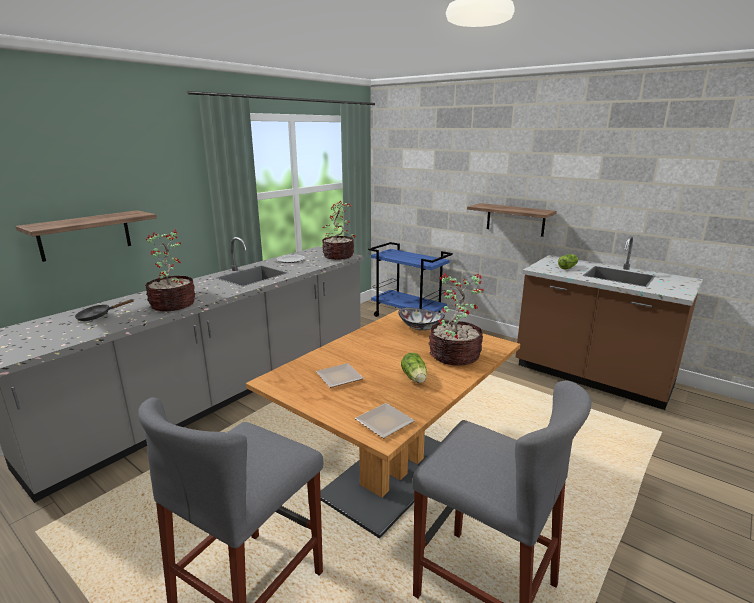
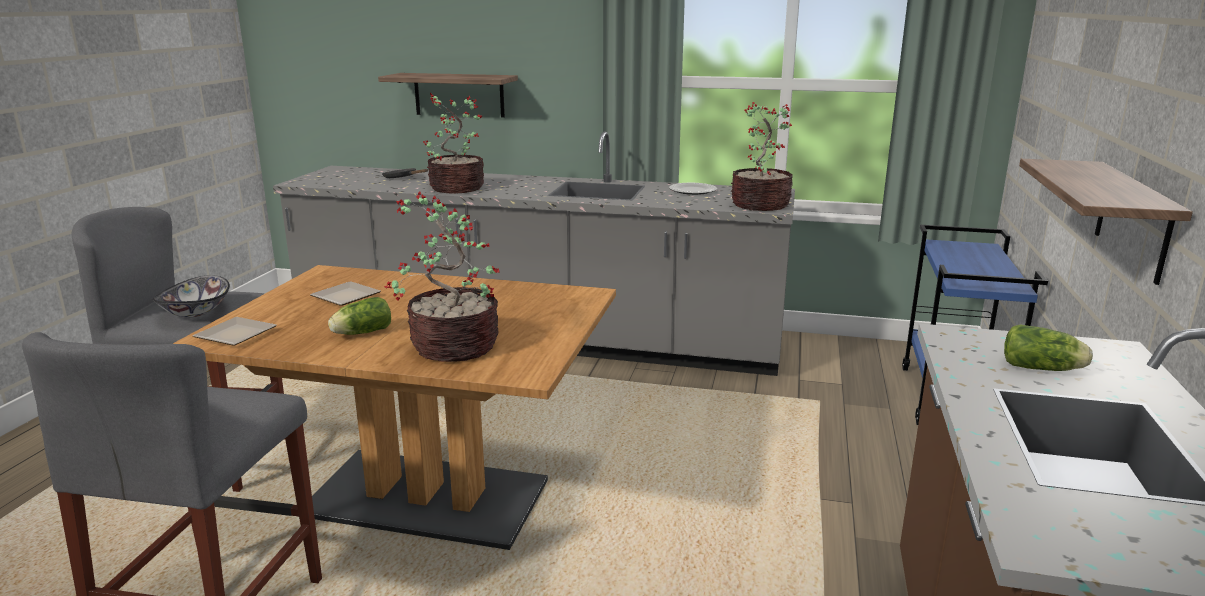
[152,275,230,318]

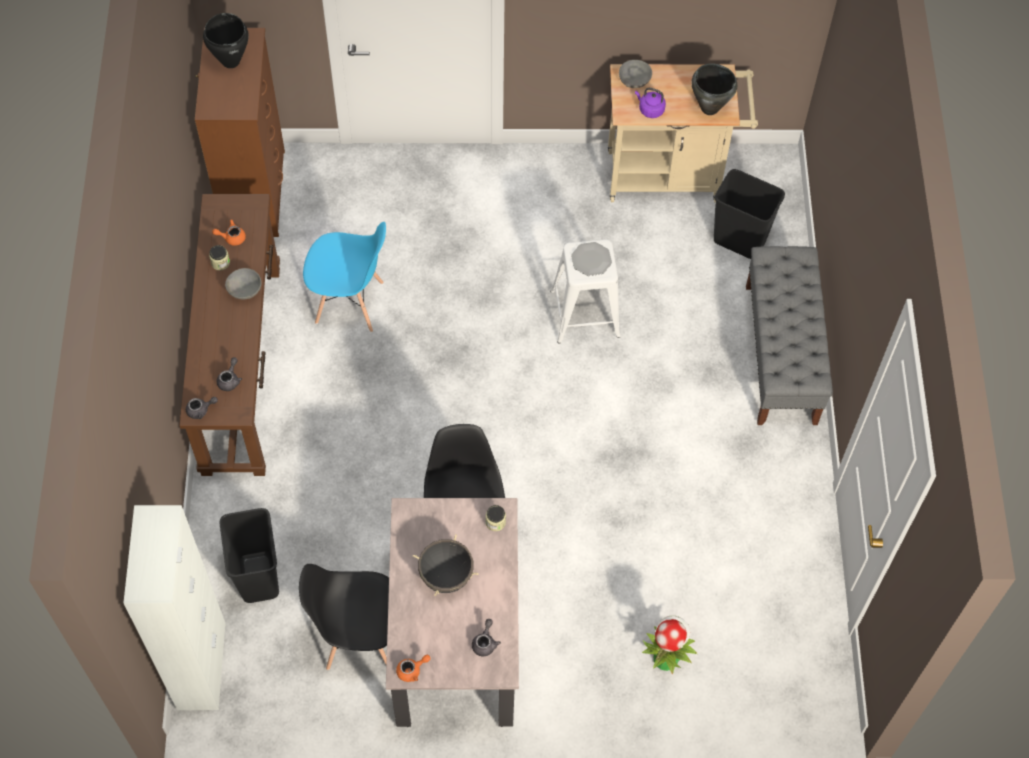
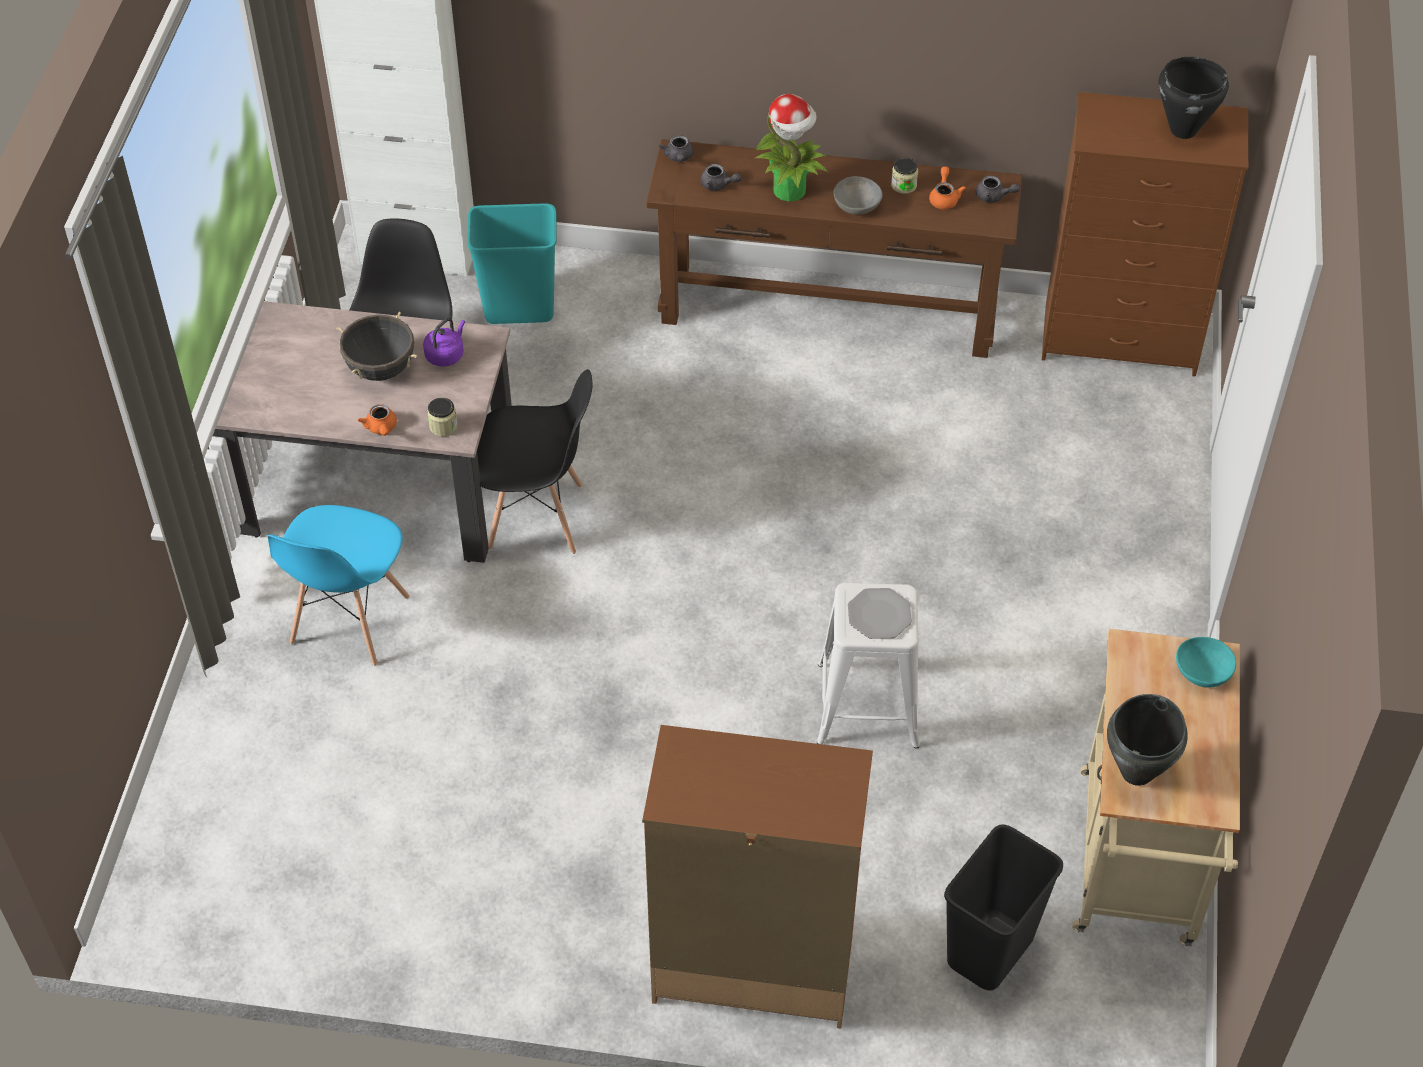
[268,505,410,666]
[358,404,397,436]
[423,318,465,367]
[467,203,557,324]
[642,725,873,1028]
[755,94,827,202]
[976,176,1020,203]
[1176,637,1236,688]

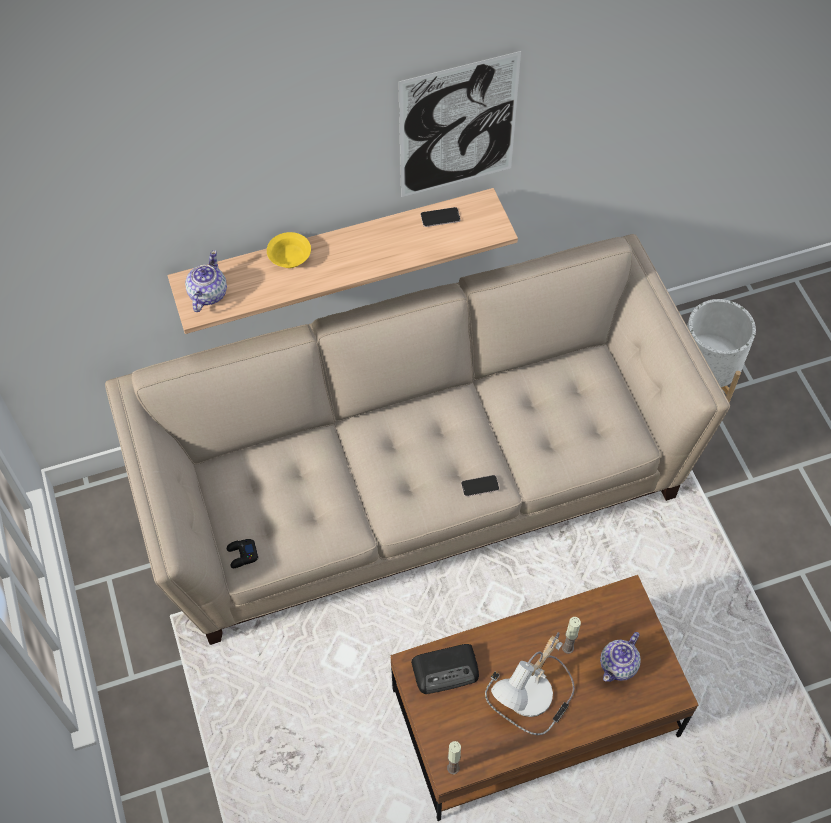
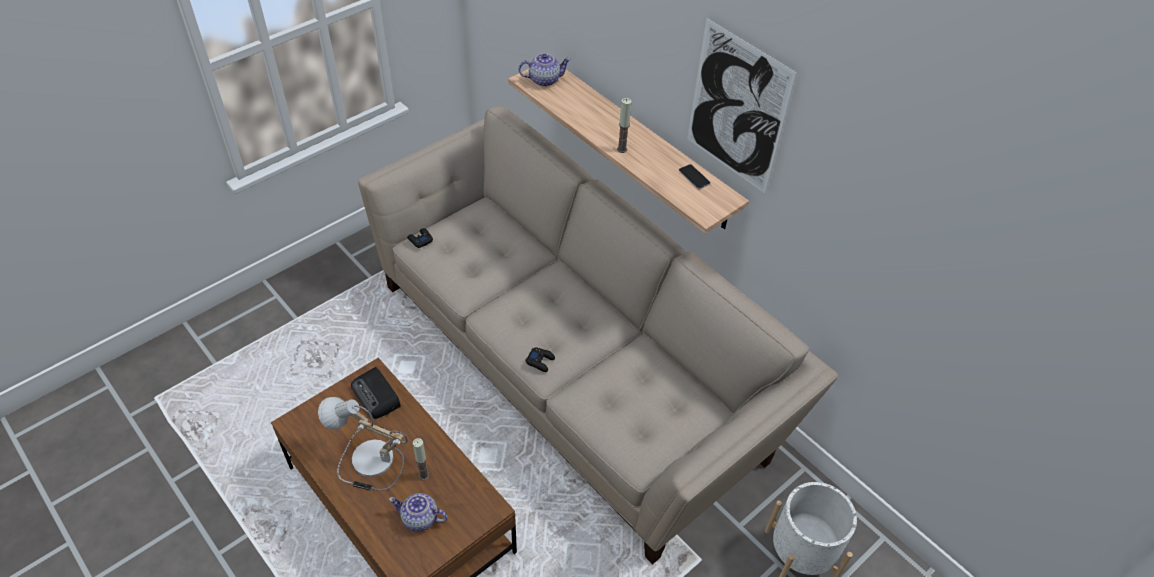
[526,348,555,372]
[617,98,632,153]
[267,232,311,268] (first image)

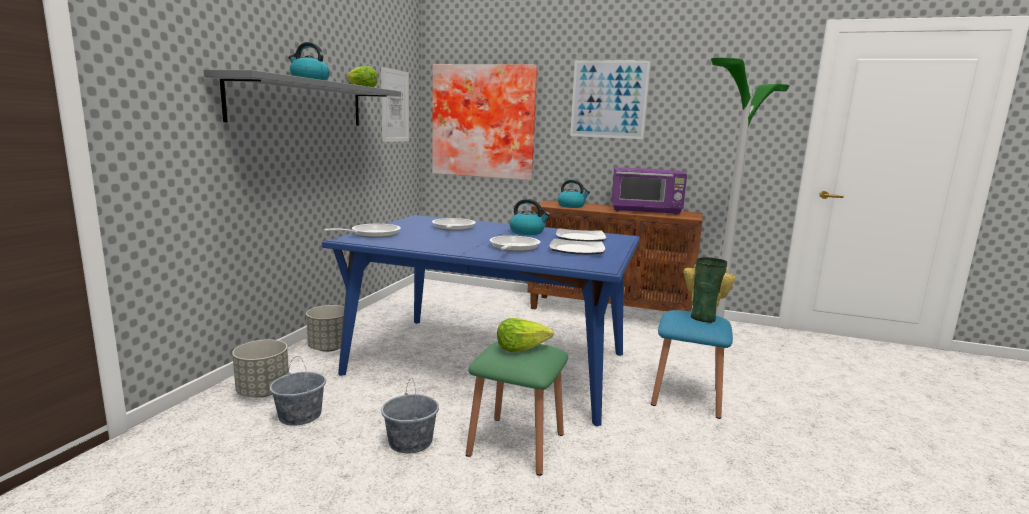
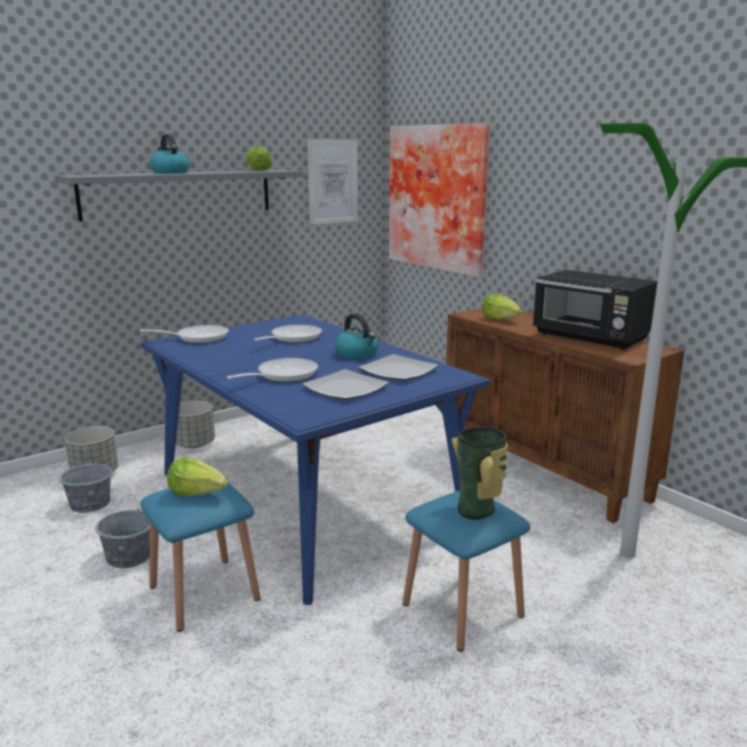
[140,483,261,632]
[482,294,522,319]
[533,270,658,350]
[570,60,651,139] (first image)

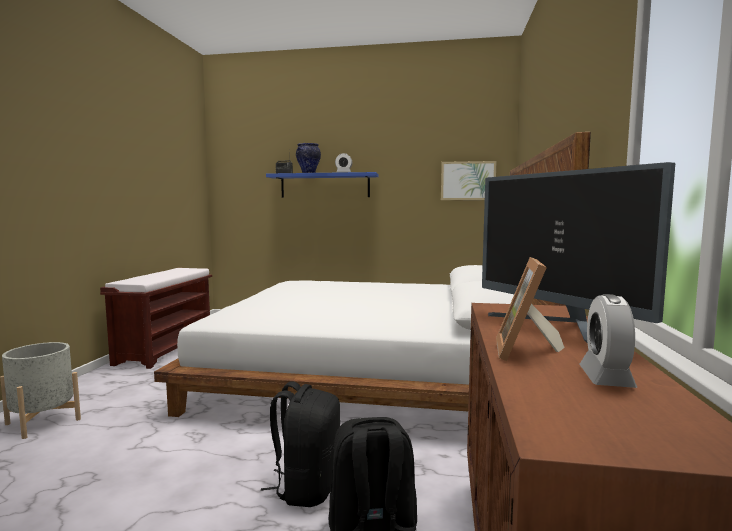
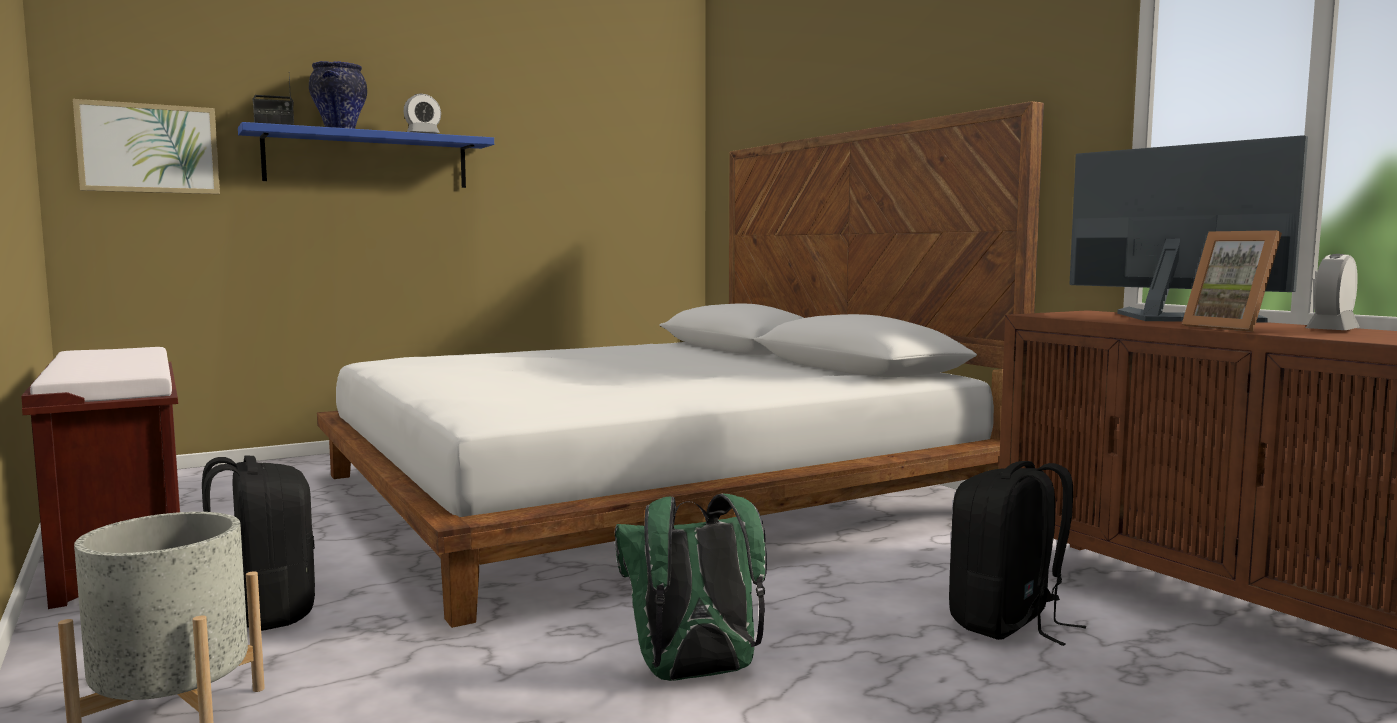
[73,99,220,194]
[202,455,315,631]
[615,493,767,681]
[1069,135,1308,323]
[1306,254,1359,330]

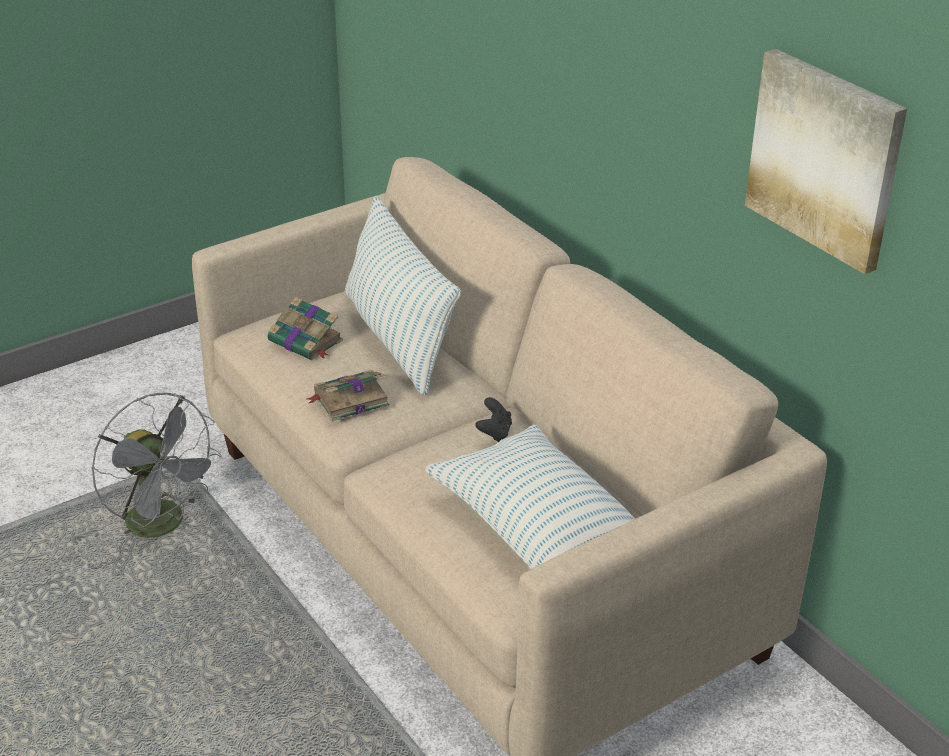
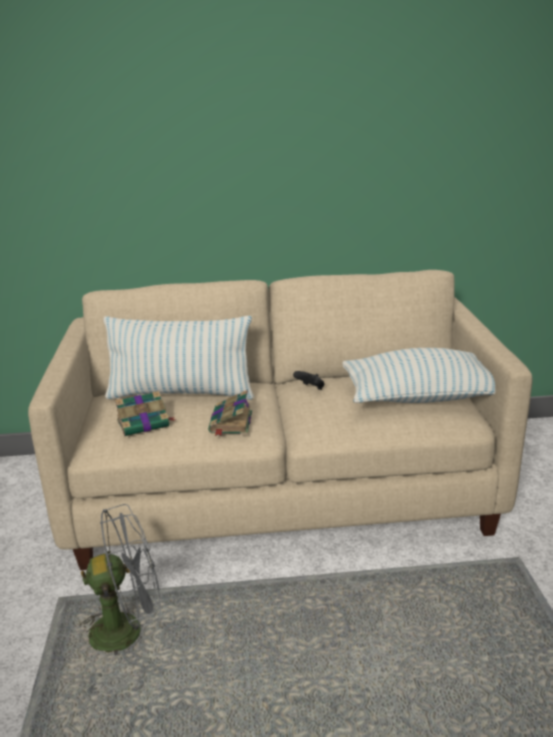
[745,49,907,274] (first image)

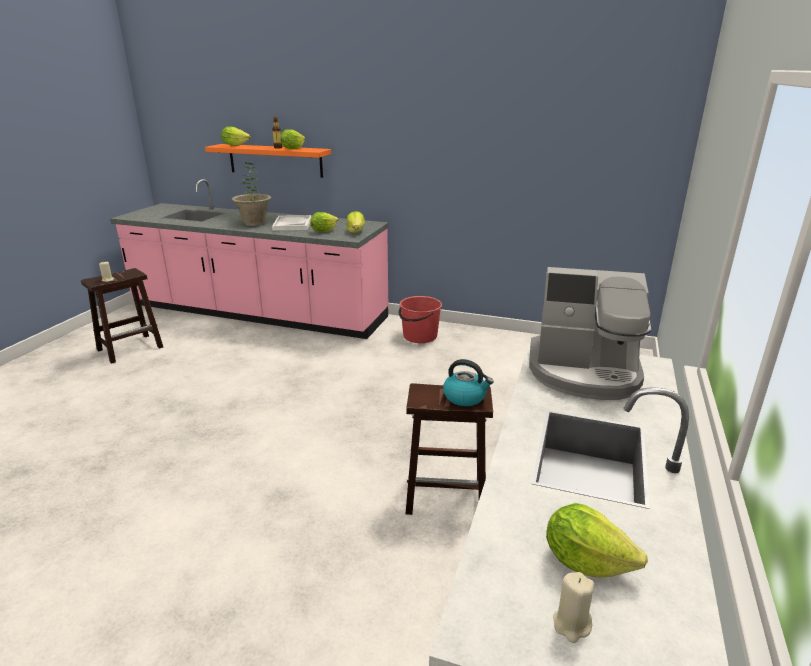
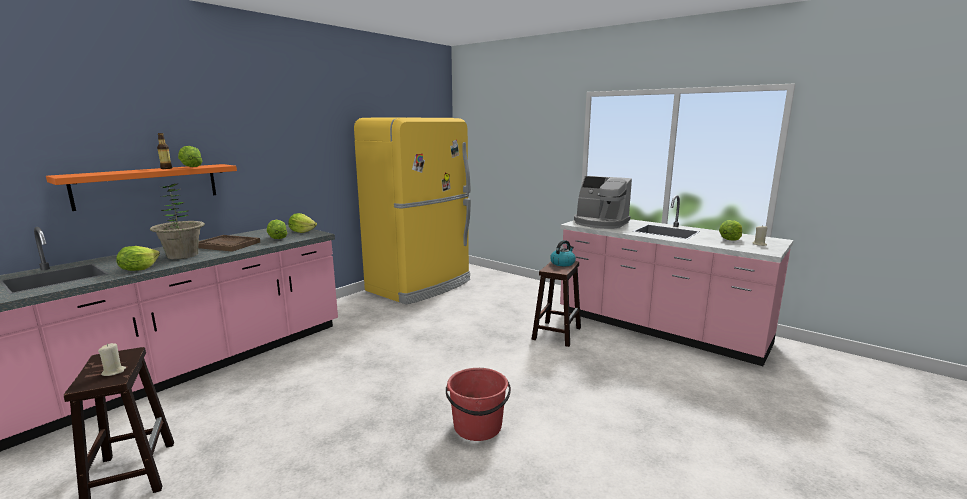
[116,246,160,271]
[198,235,260,251]
[354,117,471,305]
[446,368,511,441]
[574,176,632,229]

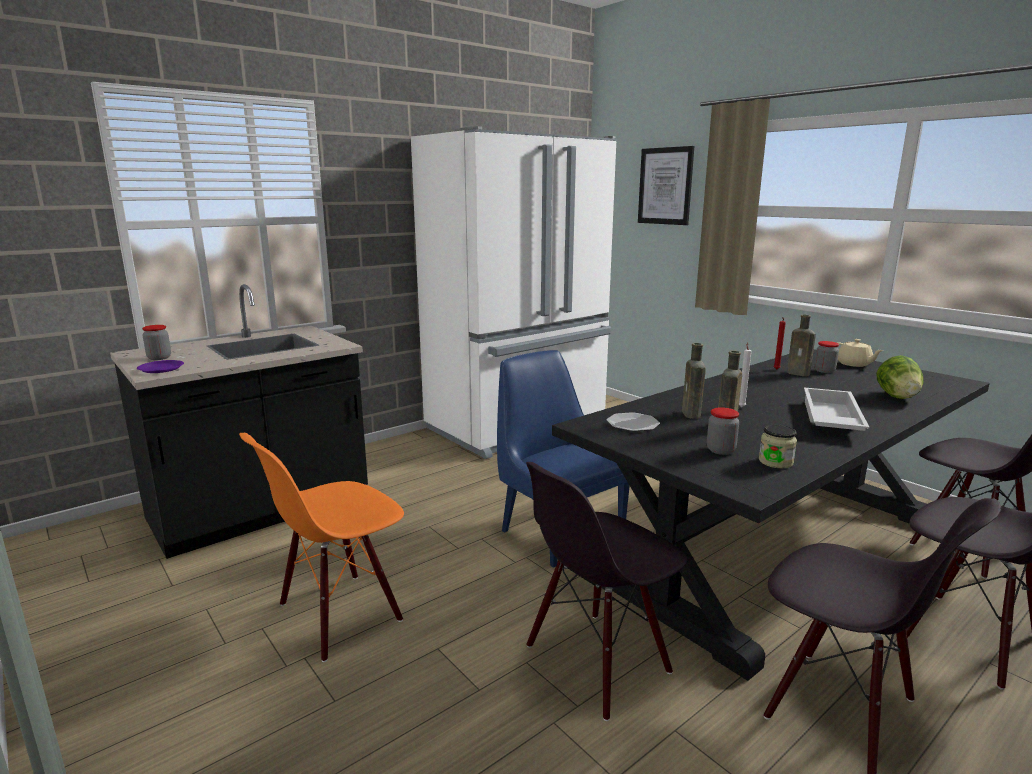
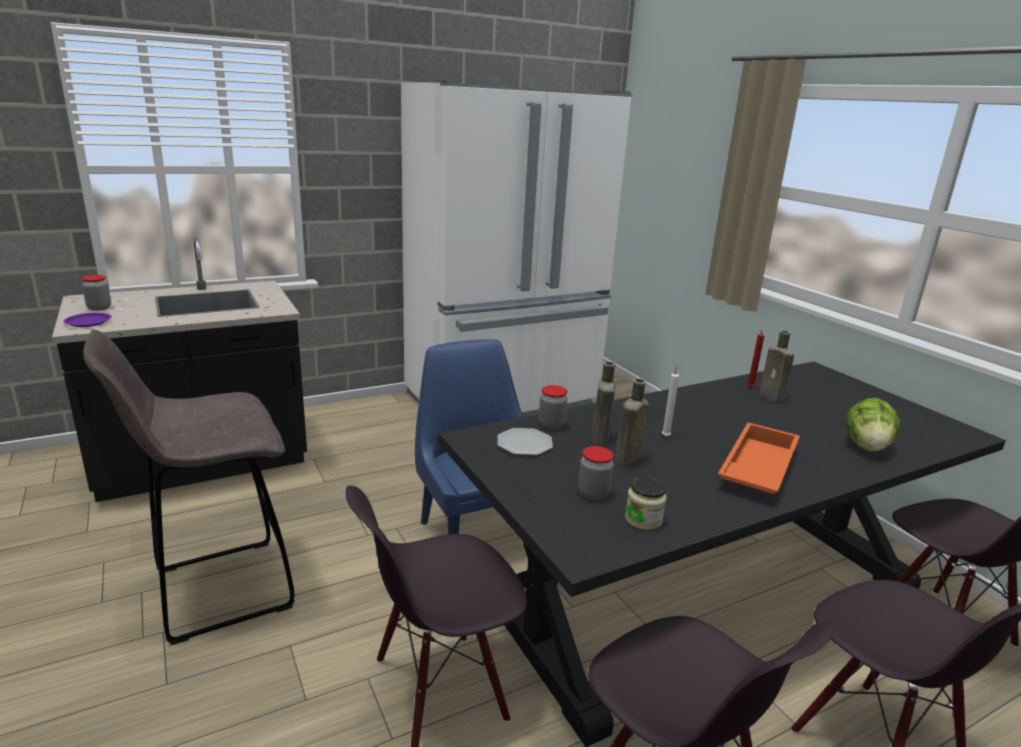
[83,330,295,645]
[539,385,567,430]
[718,422,800,494]
[638,146,694,225] (first image)
[837,339,884,367] (first image)

